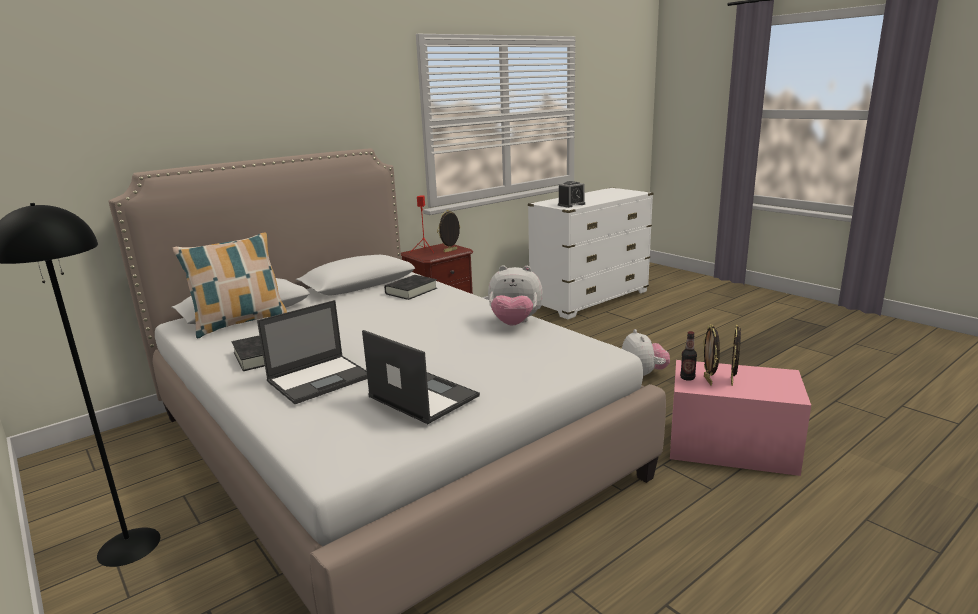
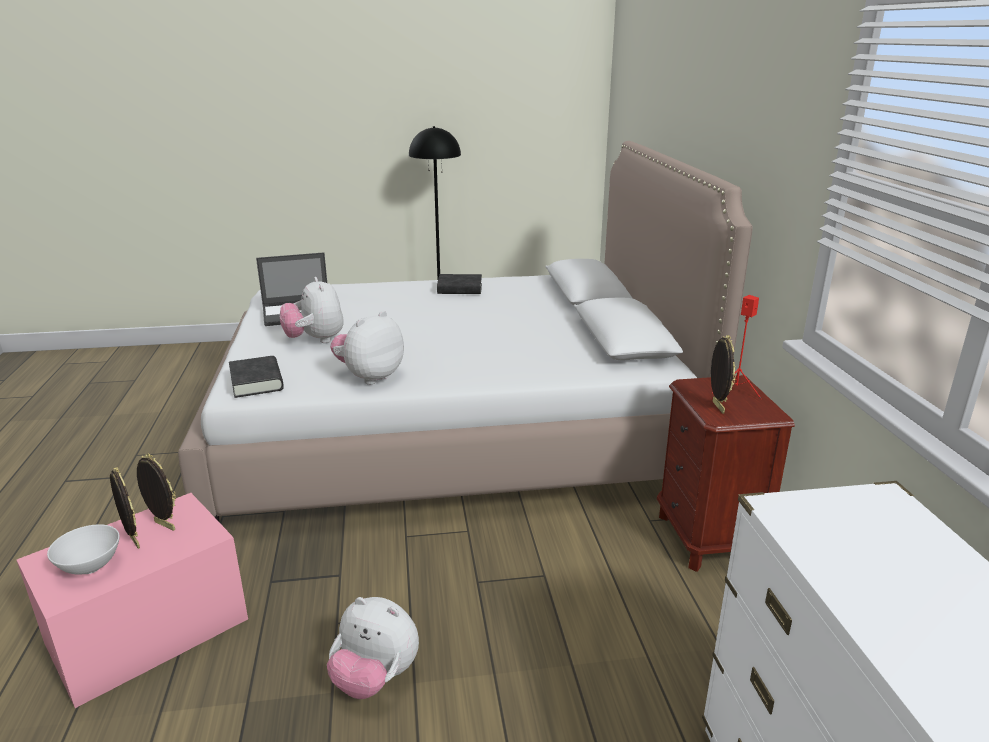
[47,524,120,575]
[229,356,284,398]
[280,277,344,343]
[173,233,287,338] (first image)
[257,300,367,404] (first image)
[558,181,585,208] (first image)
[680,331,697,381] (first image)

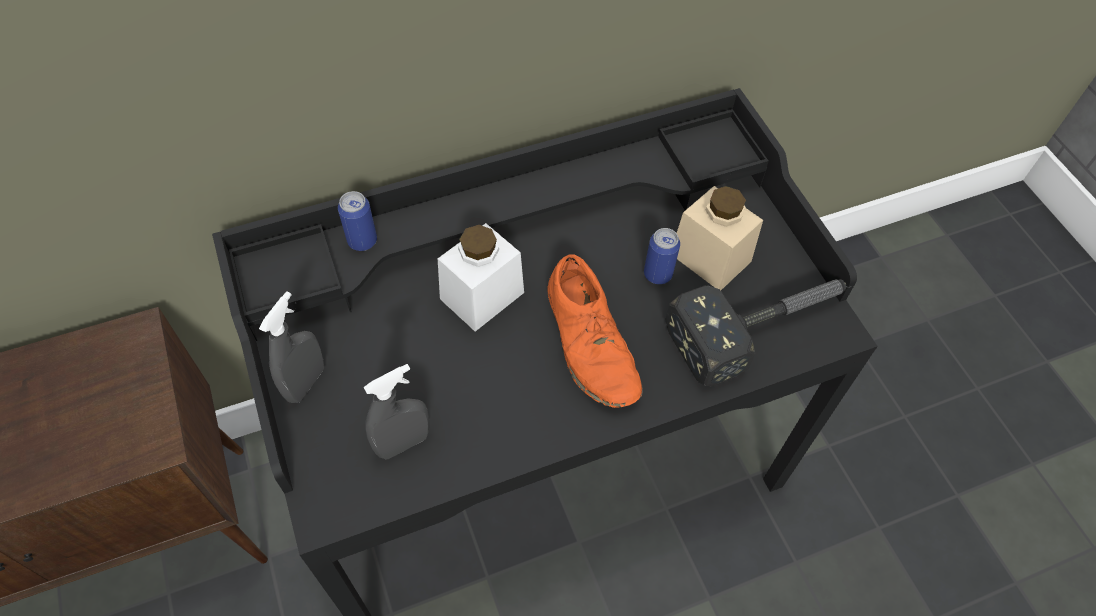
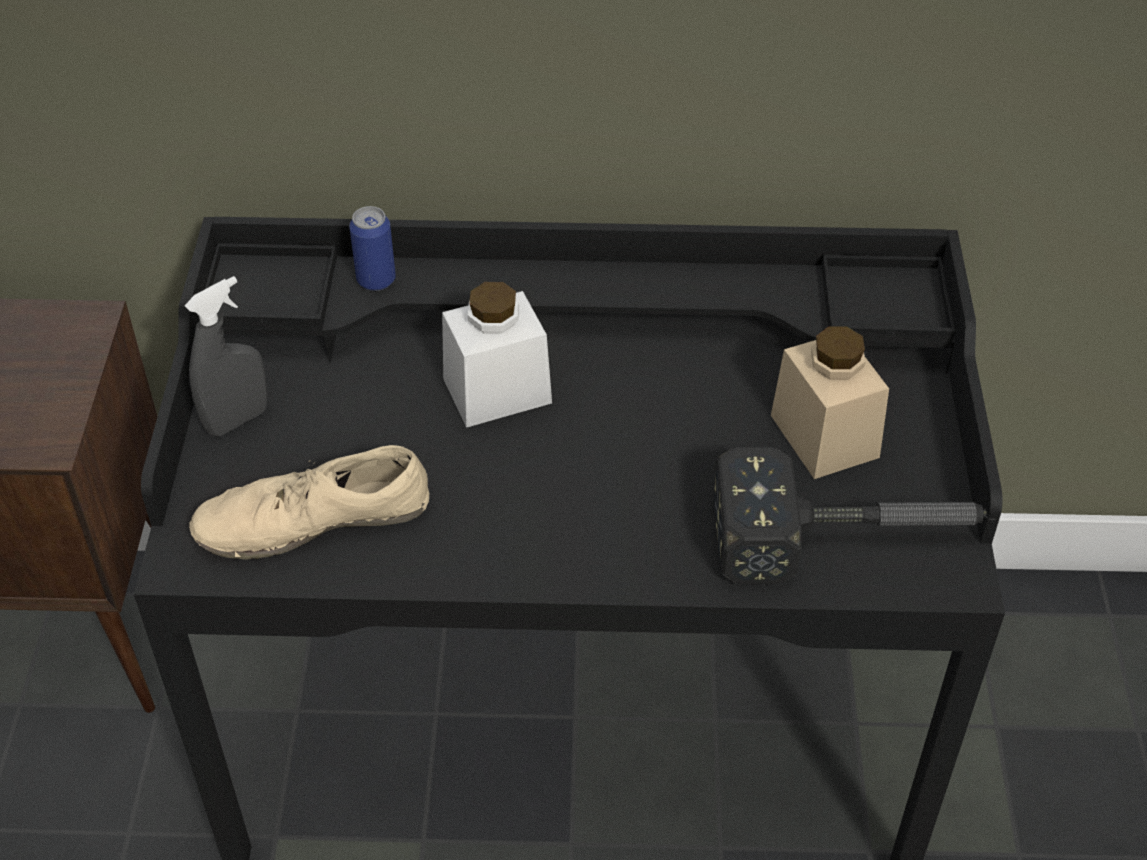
[189,445,429,560]
[547,254,643,408] (first image)
[644,228,680,284] (first image)

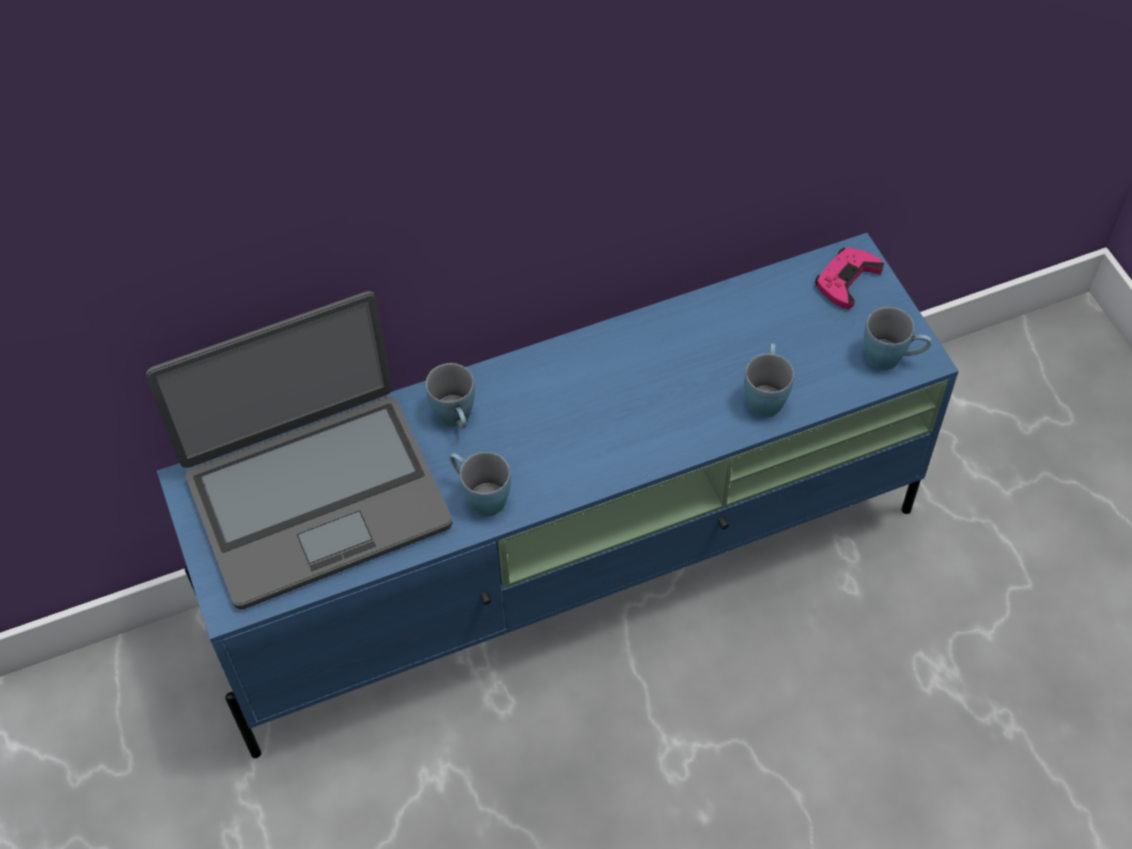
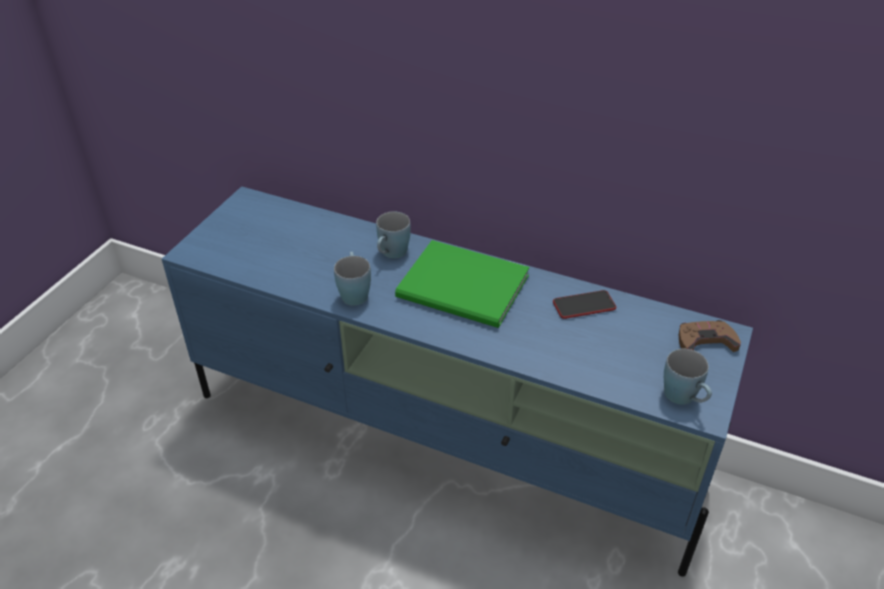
[395,240,530,328]
[553,290,616,319]
[679,320,741,352]
[146,291,453,610] (first image)
[744,343,794,417] (first image)

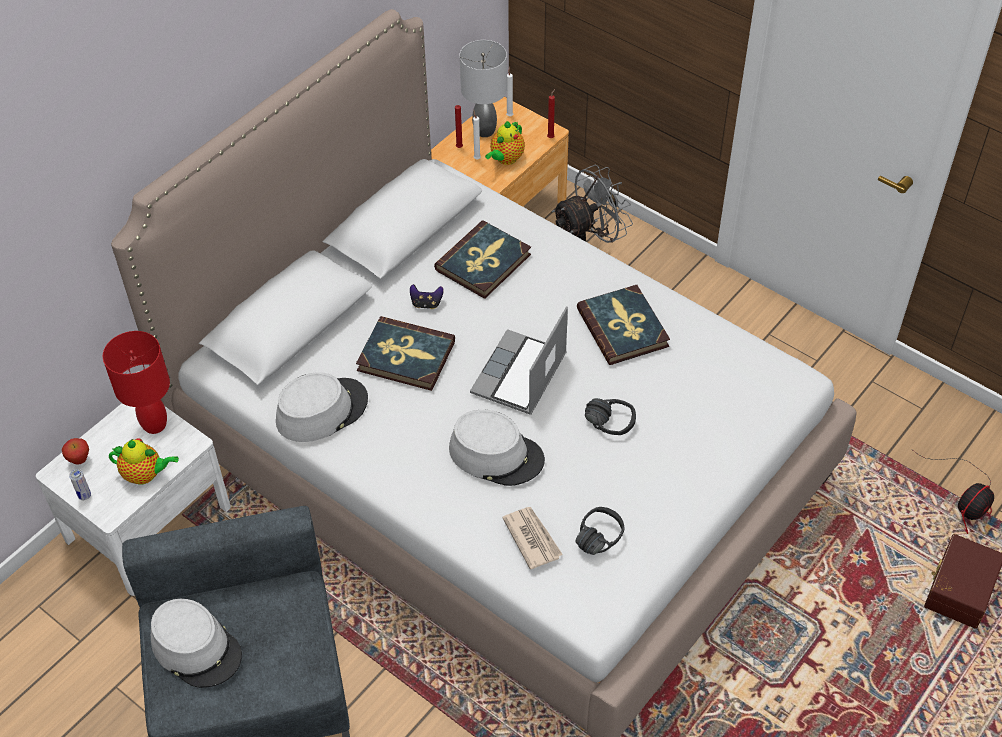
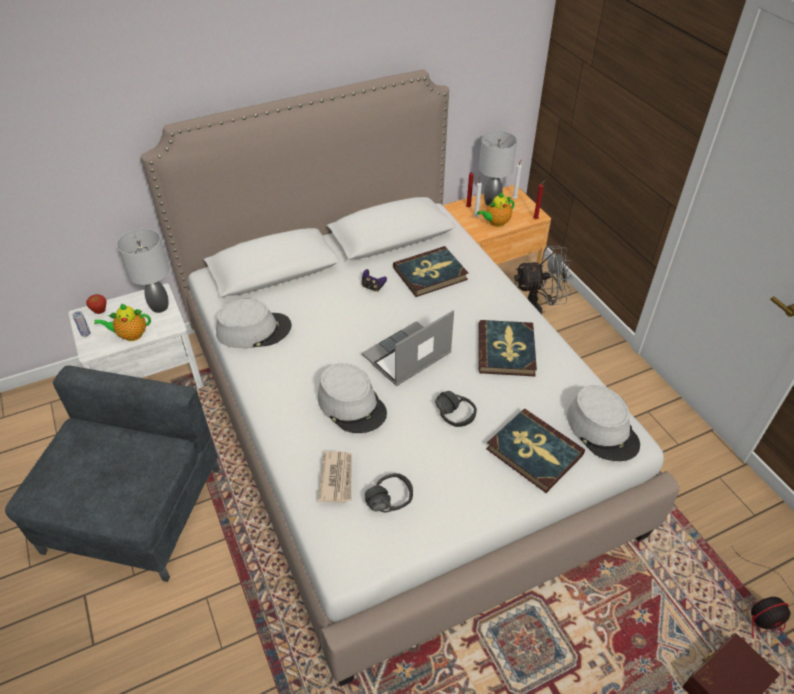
[94,303,151,341]
[117,229,169,313]
[486,409,585,493]
[567,385,640,461]

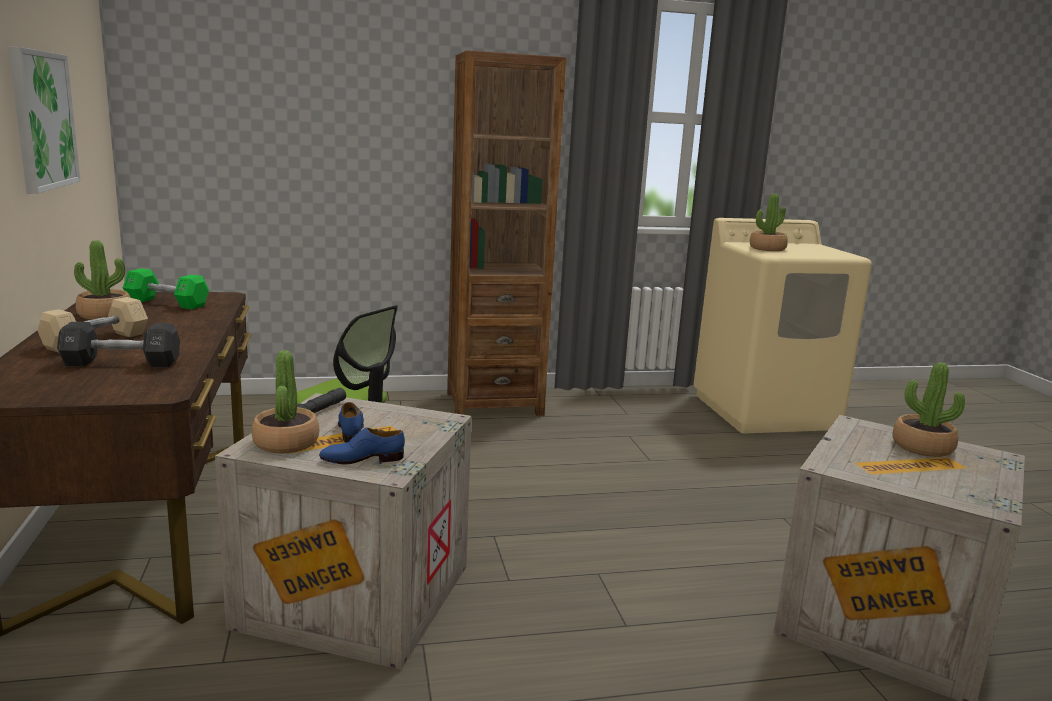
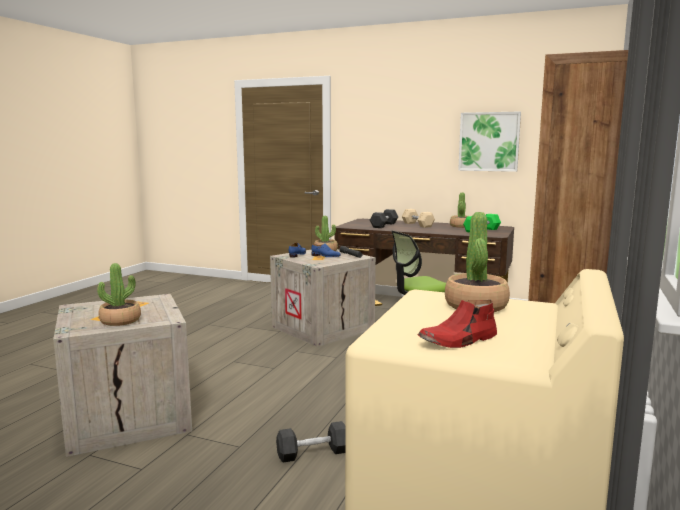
[276,421,345,463]
[418,300,497,348]

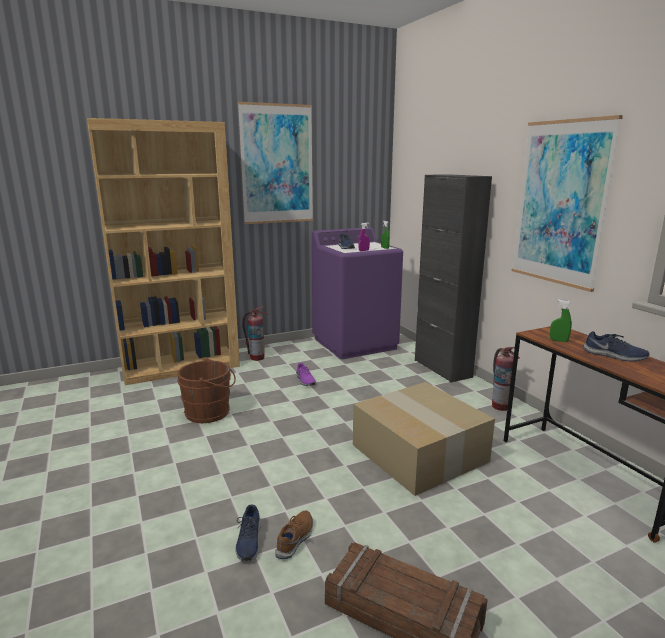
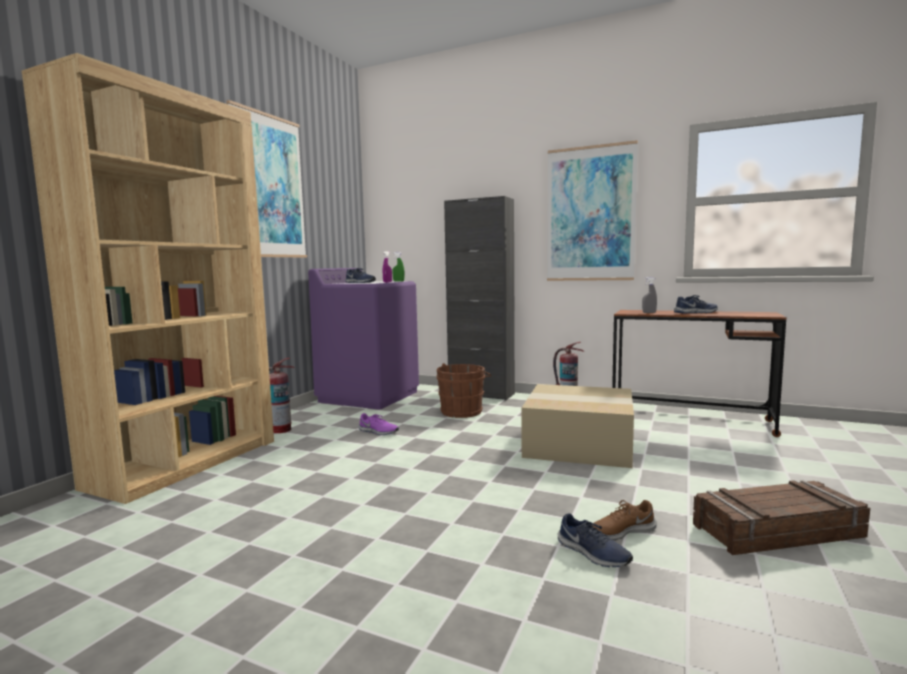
[437,363,491,418]
[593,500,657,540]
[642,277,657,313]

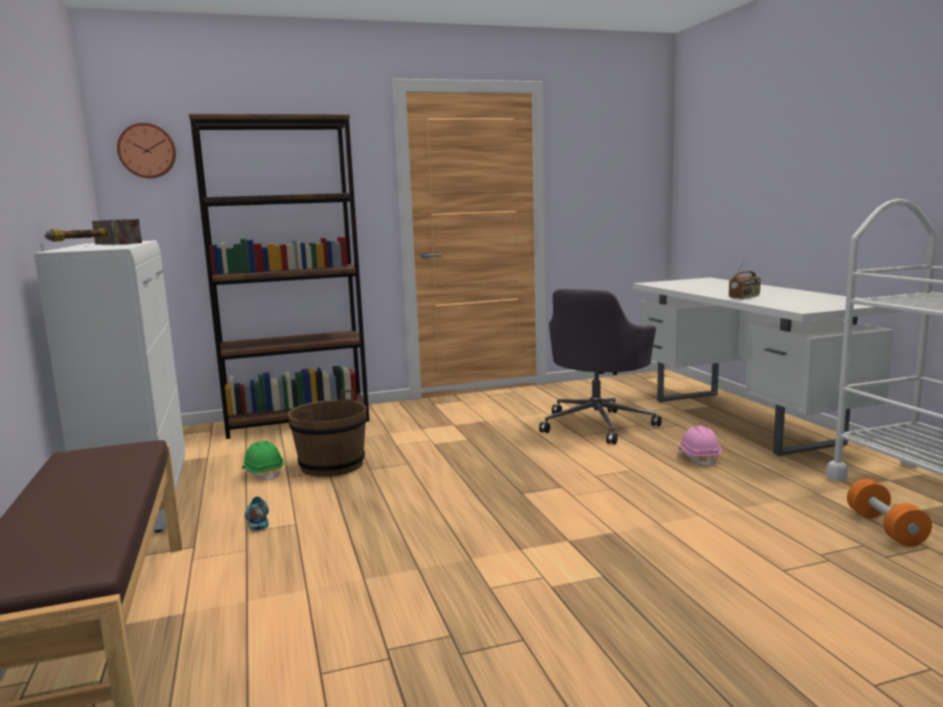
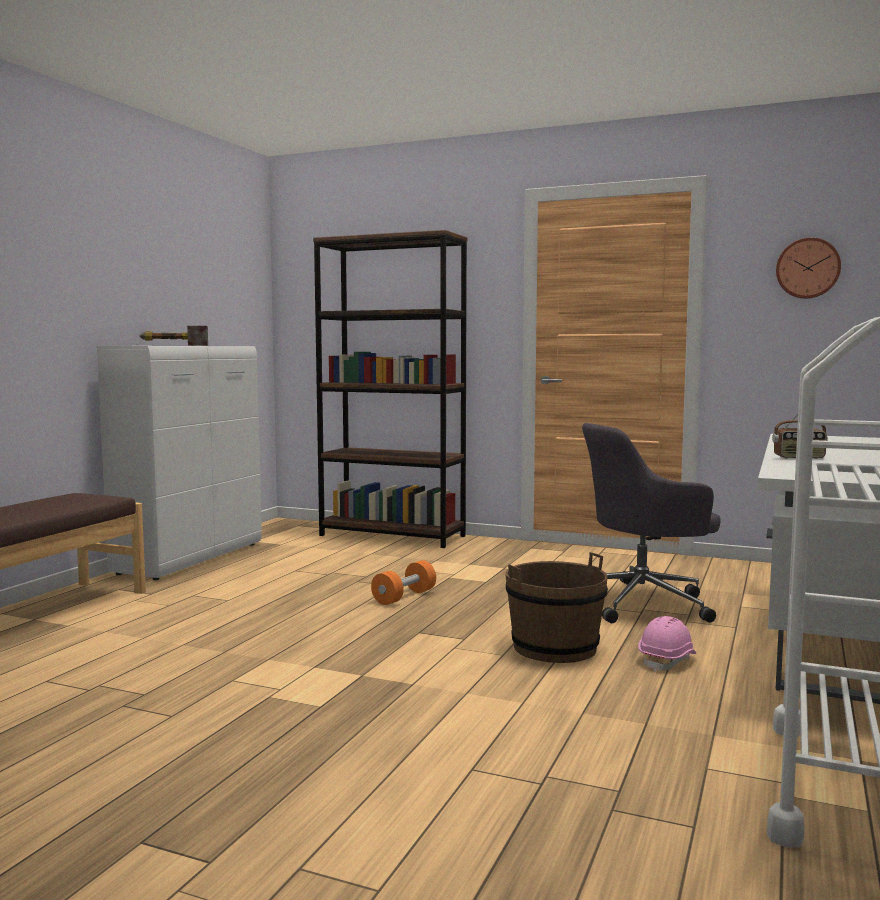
[371,560,436,605]
[505,552,608,663]
[776,238,841,299]
[242,441,284,481] (first image)
[245,496,269,531] (first image)

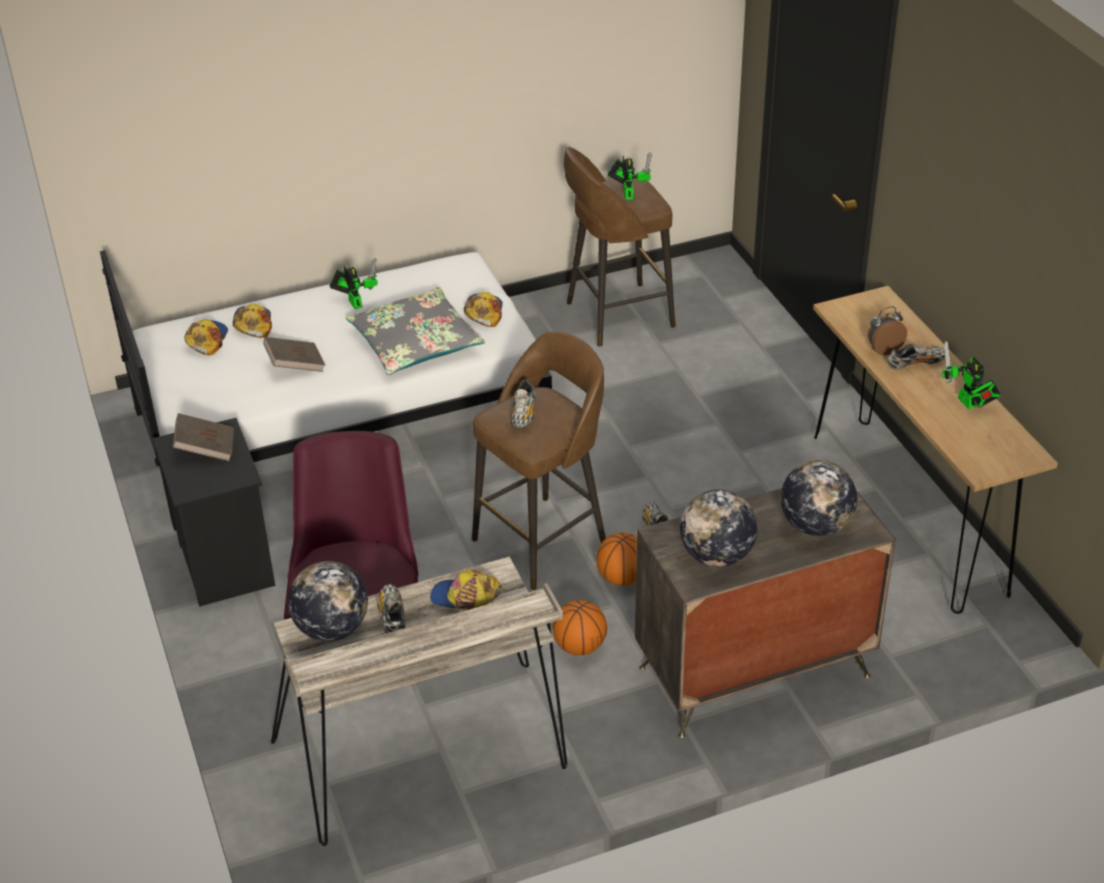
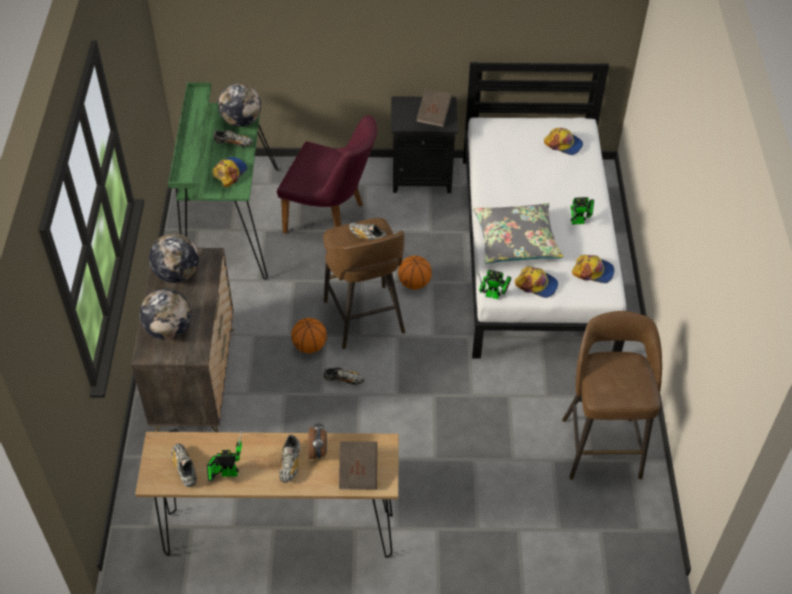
[168,82,278,280]
[171,444,197,487]
[339,441,377,489]
[398,256,432,290]
[478,270,511,299]
[572,255,614,283]

